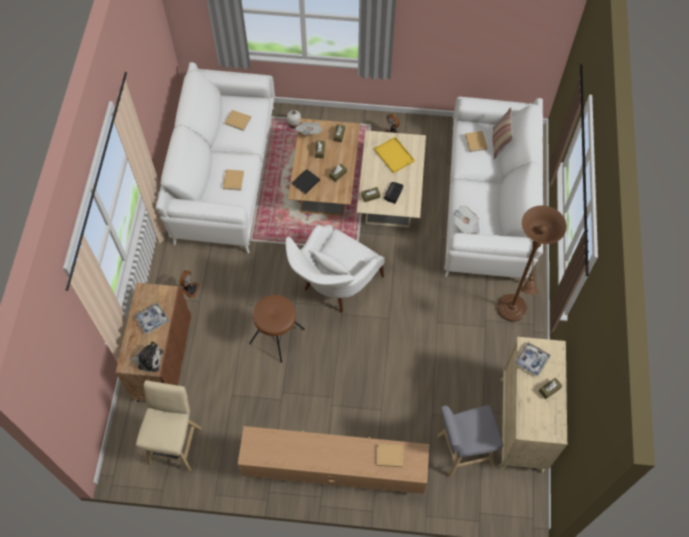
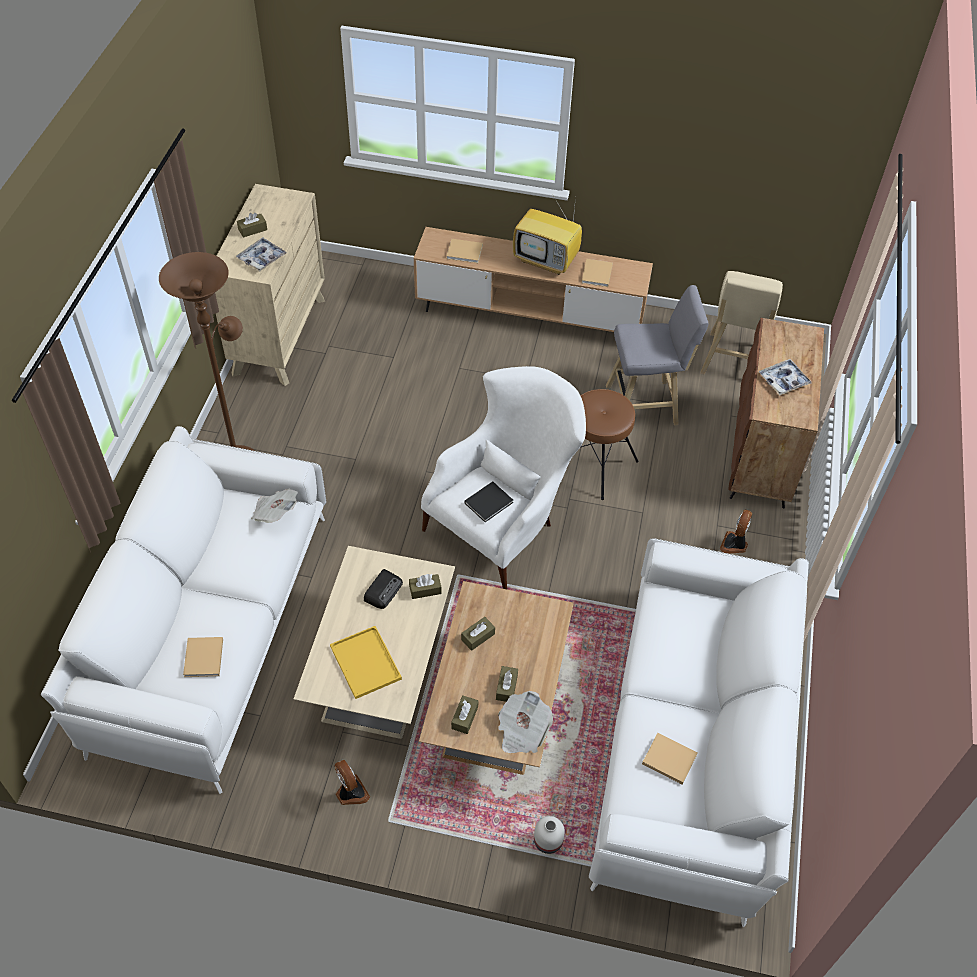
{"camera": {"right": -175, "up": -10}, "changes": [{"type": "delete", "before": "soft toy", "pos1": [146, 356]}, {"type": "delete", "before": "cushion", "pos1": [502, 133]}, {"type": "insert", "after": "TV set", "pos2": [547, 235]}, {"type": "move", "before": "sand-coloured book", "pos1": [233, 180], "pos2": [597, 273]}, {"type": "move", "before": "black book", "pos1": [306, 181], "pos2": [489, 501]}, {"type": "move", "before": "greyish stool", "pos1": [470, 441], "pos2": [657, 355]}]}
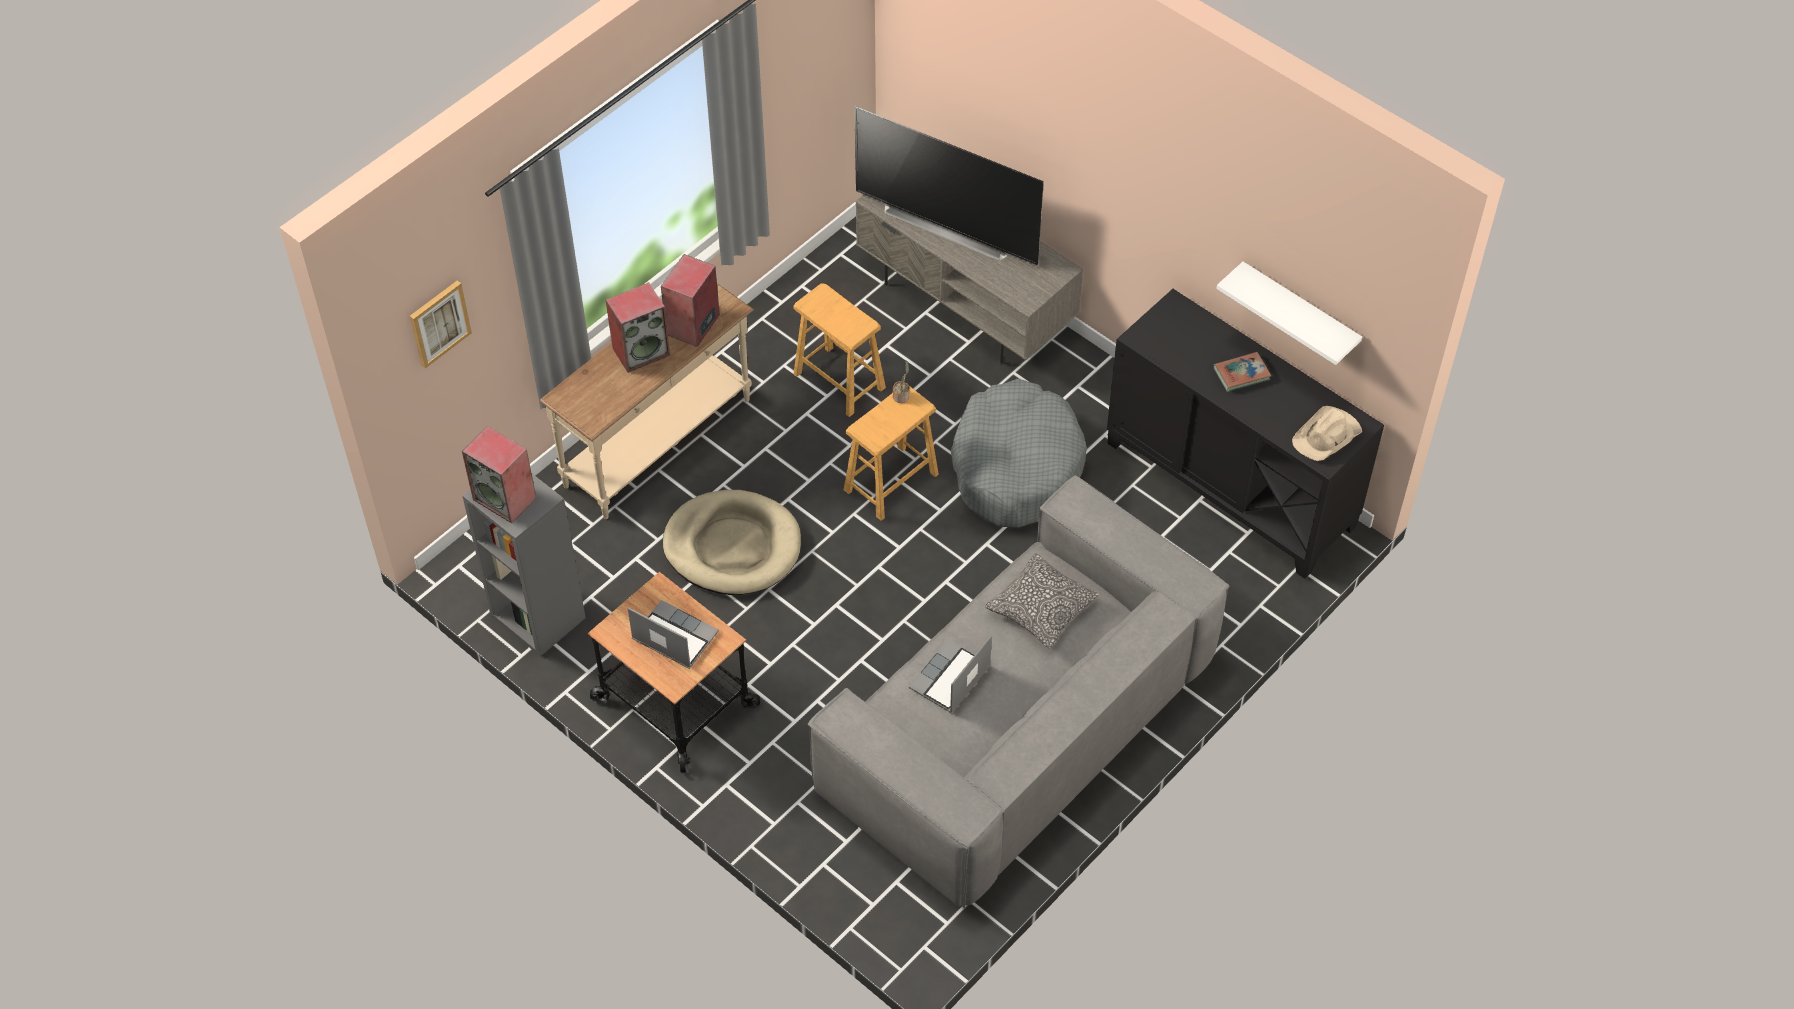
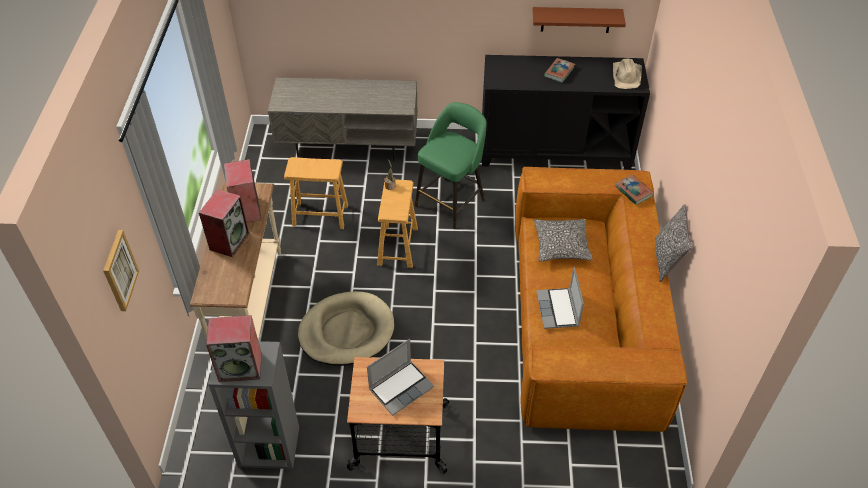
{"camera": {"right": -40, "up": -5}, "changes": [{"type": "delete", "before": "TV set", "pos1": [949, 185]}, {"type": "insert", "after": "book", "pos2": [634, 190]}, {"type": "insert", "after": "cushion", "pos2": [673, 243]}, {"type": "replace", "before": "greyish pet bed", "after": "green stool", "pos1": [1019, 453], "pos2": [451, 165]}, {"type": "recolor", "before": "greyish couch", "after": "brownish couch", "pos1": [1018, 692], "pos2": [601, 299]}, {"type": "recolor", "before": "white shelf", "after": "brownish shelf", "pos1": [1289, 313], "pos2": [579, 20]}, {"type": "rotate", "before": "portable computer", "pos1": [673, 634], "pos2": [400, 377], "turn": 150}]}
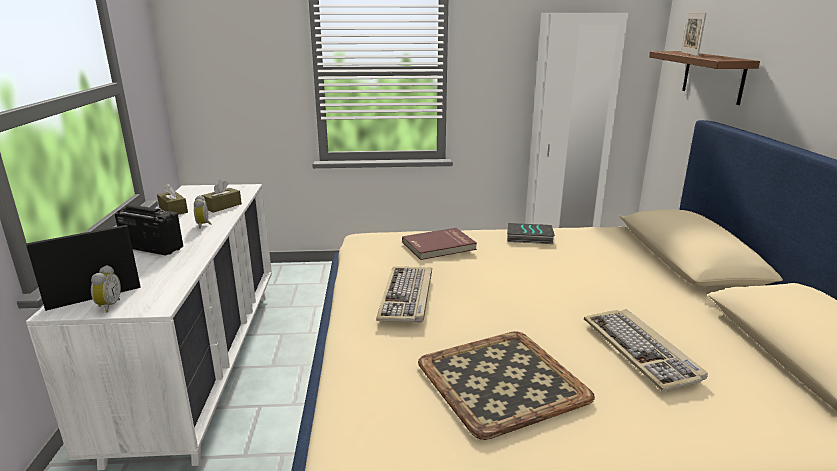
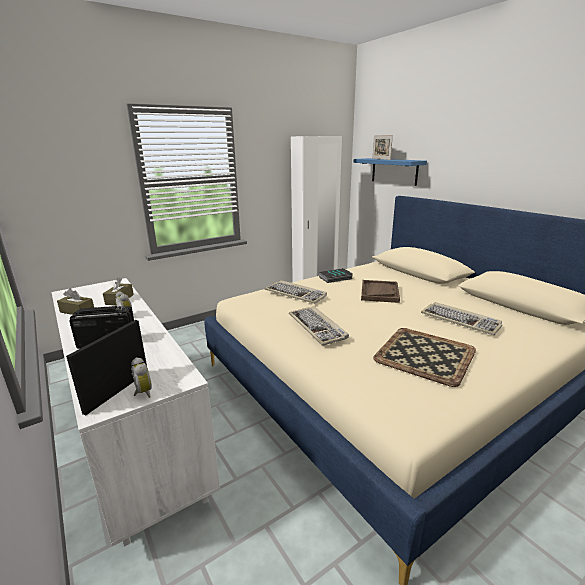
{"camera": {"right": -30, "up": 0}, "changes": [{"type": "insert", "after": "brownish carrying tray", "pos2": [380, 291]}, {"type": "replace", "before": "red-coloured book", "after": "keyboard", "pos1": [439, 244], "pos2": [296, 292]}, {"type": "recolor", "before": "brownish shelf", "after": "blue shelf", "pos1": [704, 78], "pos2": [390, 172]}]}
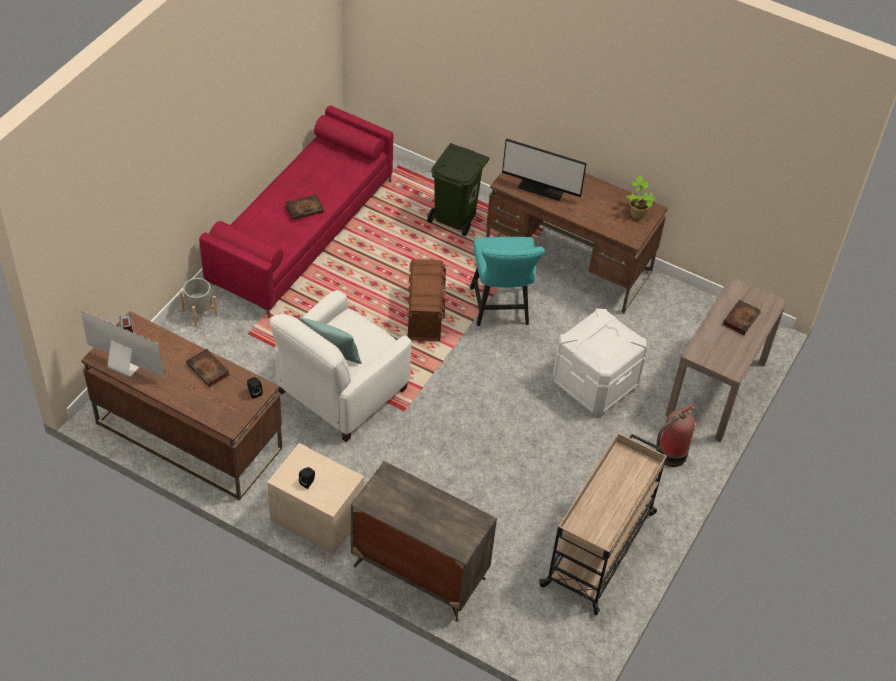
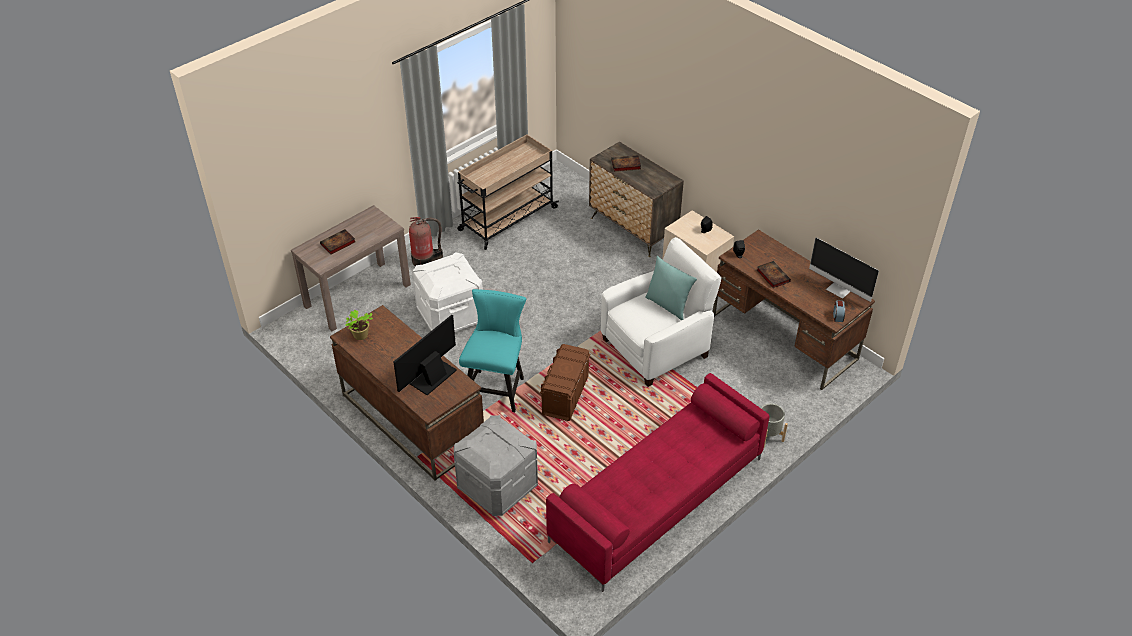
{"camera": {"right": -160, "up": -5}, "changes": [{"type": "move", "before": "book", "pos1": [304, 207], "pos2": [626, 163]}, {"type": "replace", "before": "green waste bin", "after": "greyish storage box", "pos1": [458, 189], "pos2": [496, 465]}, {"type": "rotate", "before": "monitor", "pos1": [544, 169], "pos2": [425, 355], "turn": -90}]}
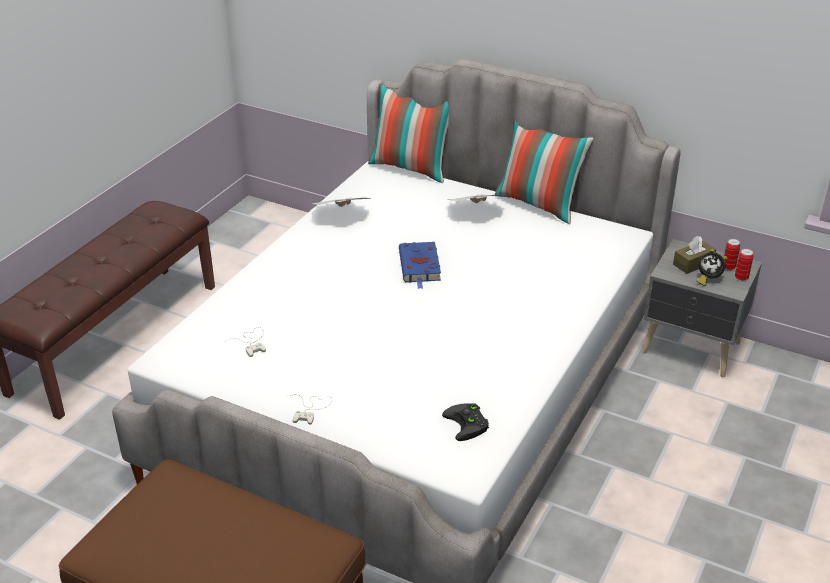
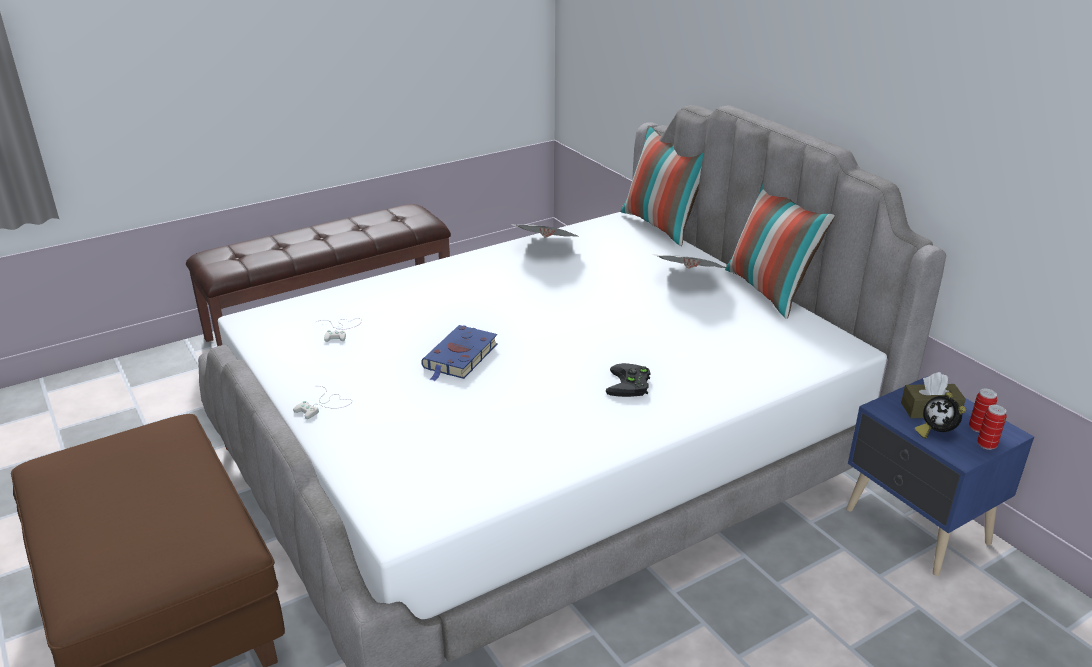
{"camera": {"right": 30, "up": -5}, "changes": [{"type": "move", "before": "blue book", "pos1": [420, 265], "pos2": [459, 353]}, {"type": "move", "before": "black gamepad", "pos1": [465, 422], "pos2": [628, 380]}, {"type": "recolor", "before": "greyish bedside table", "after": "blue bedside table", "pos1": [702, 308], "pos2": [940, 476]}]}
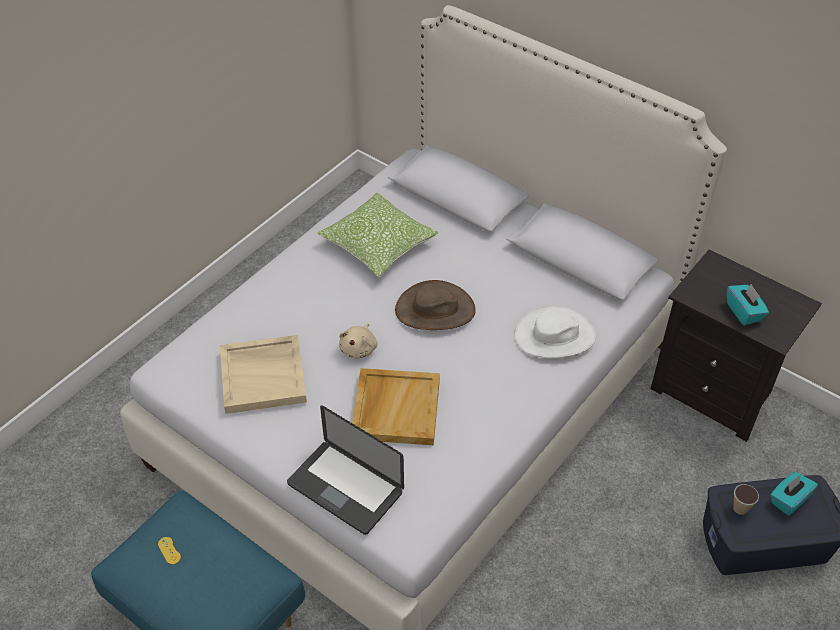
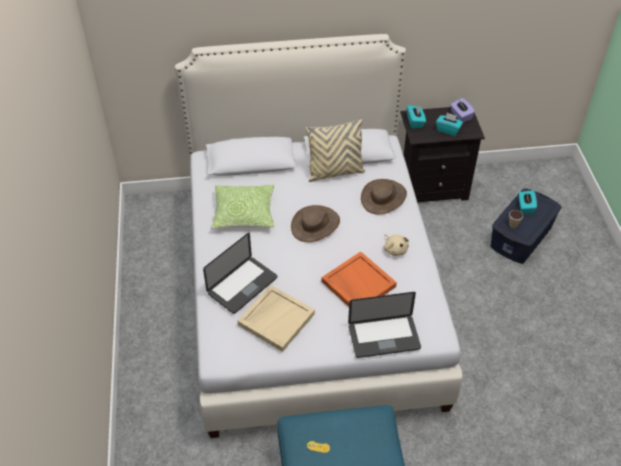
{"camera": {"right": -45, "up": 0}, "changes": [{"type": "insert", "after": "portable computer", "pos2": [240, 273]}, {"type": "insert", "after": "sand-coloured cushion", "pos2": [335, 150]}, {"type": "insert", "after": "turquoise-coloured tissue box", "pos2": [416, 117]}, {"type": "insert", "after": "purple tissue box", "pos2": [462, 110]}, {"type": "move", "before": "sand-coloured soft toy", "pos1": [358, 341], "pos2": [396, 245]}, {"type": "recolor", "before": "sand-coloured carrying tray", "after": "orange-coloured carrying tray", "pos1": [396, 406], "pos2": [359, 279]}, {"type": "recolor", "before": "white hat", "after": "brownish hat", "pos1": [555, 331], "pos2": [384, 196]}]}
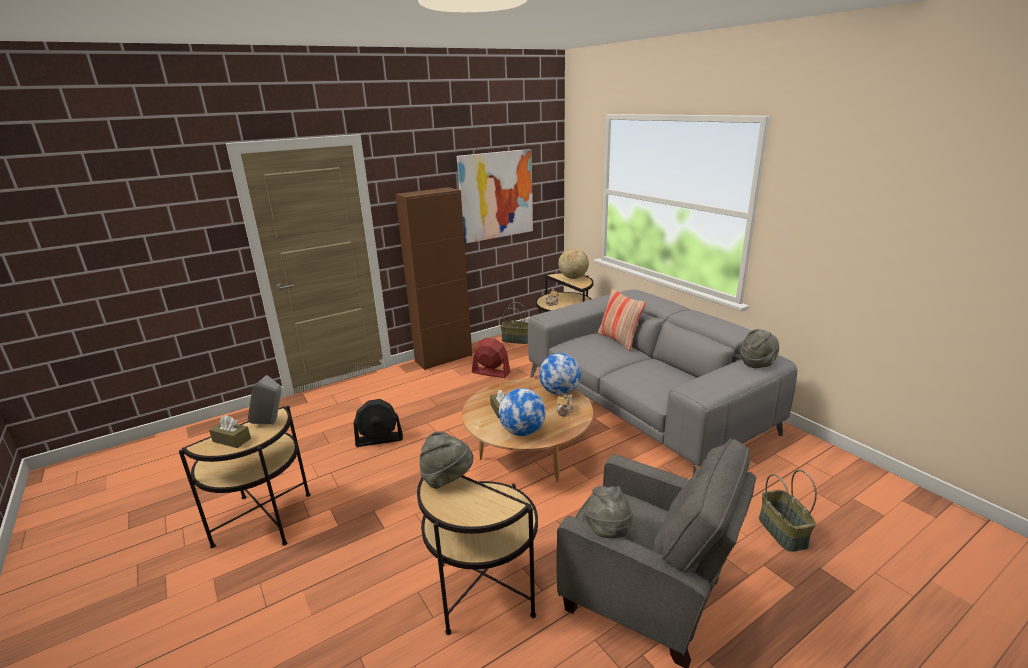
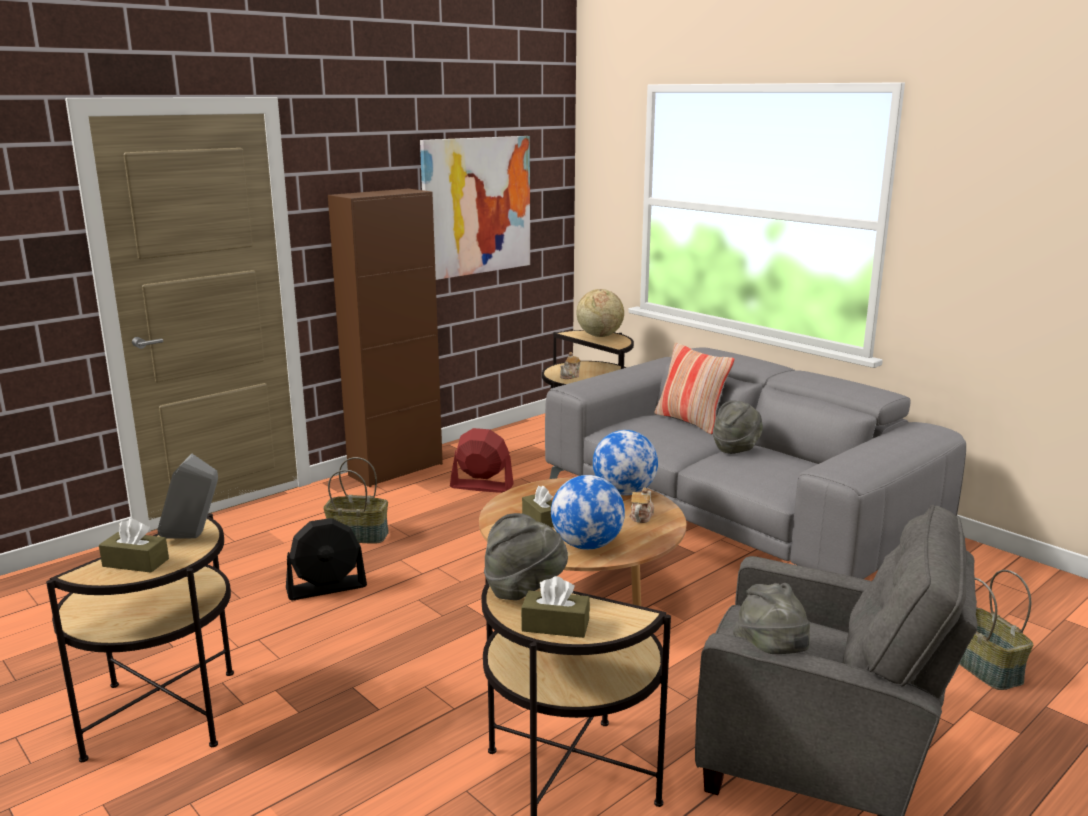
{"camera": {"right": -10, "up": -5}, "changes": [{"type": "insert", "after": "brownish tissue box", "pos2": [555, 607]}, {"type": "move", "before": "basket", "pos1": [514, 323], "pos2": [356, 500]}, {"type": "move", "before": "greyish hat", "pos1": [759, 348], "pos2": [738, 427]}]}
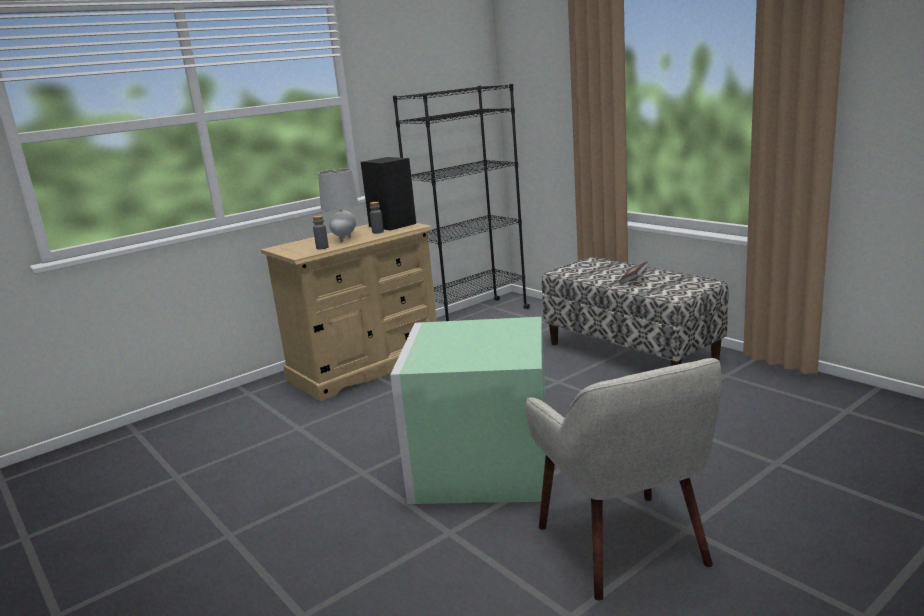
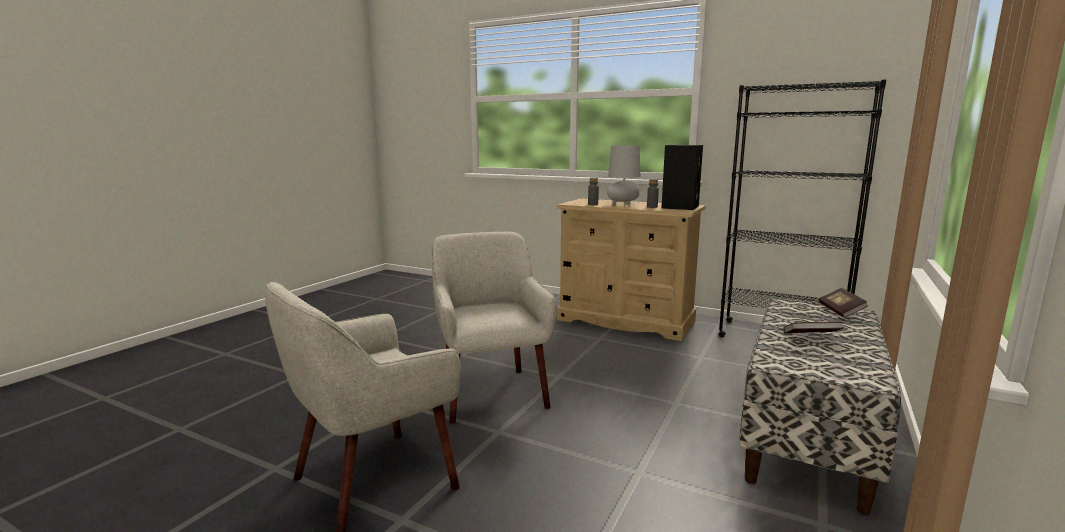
{"camera": {"right": 65, "up": -5}, "changes": [{"type": "insert", "after": "book", "pos2": [843, 303]}, {"type": "replace", "before": "green storage box", "after": "sand-coloured armchair", "pos1": [468, 410], "pos2": [494, 328]}]}
